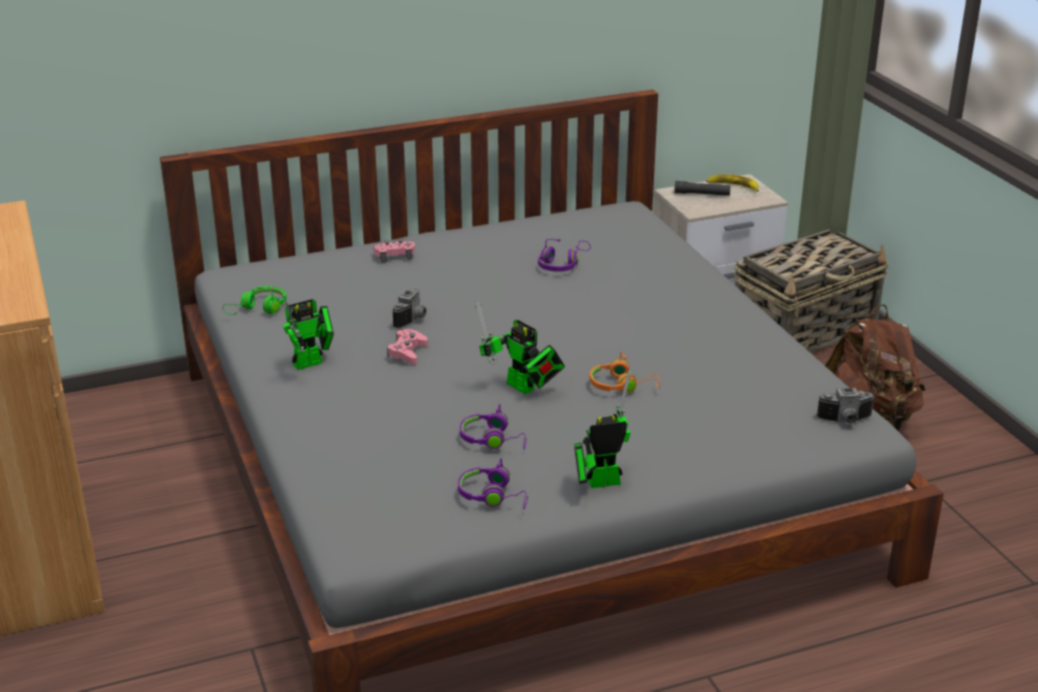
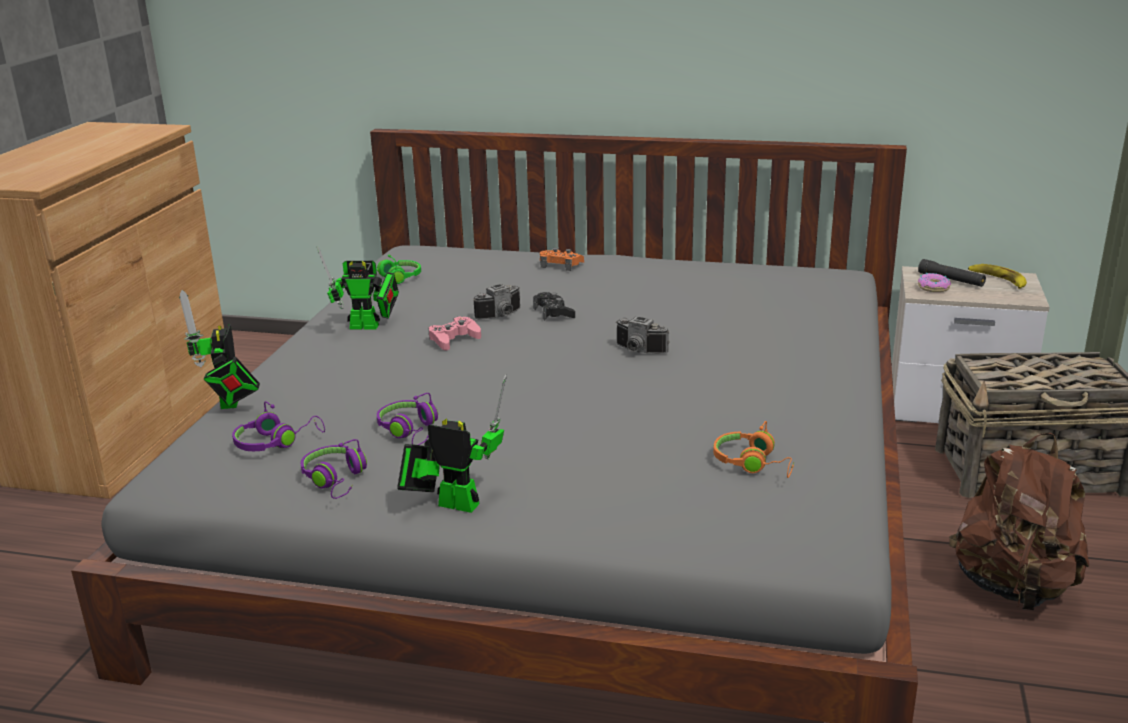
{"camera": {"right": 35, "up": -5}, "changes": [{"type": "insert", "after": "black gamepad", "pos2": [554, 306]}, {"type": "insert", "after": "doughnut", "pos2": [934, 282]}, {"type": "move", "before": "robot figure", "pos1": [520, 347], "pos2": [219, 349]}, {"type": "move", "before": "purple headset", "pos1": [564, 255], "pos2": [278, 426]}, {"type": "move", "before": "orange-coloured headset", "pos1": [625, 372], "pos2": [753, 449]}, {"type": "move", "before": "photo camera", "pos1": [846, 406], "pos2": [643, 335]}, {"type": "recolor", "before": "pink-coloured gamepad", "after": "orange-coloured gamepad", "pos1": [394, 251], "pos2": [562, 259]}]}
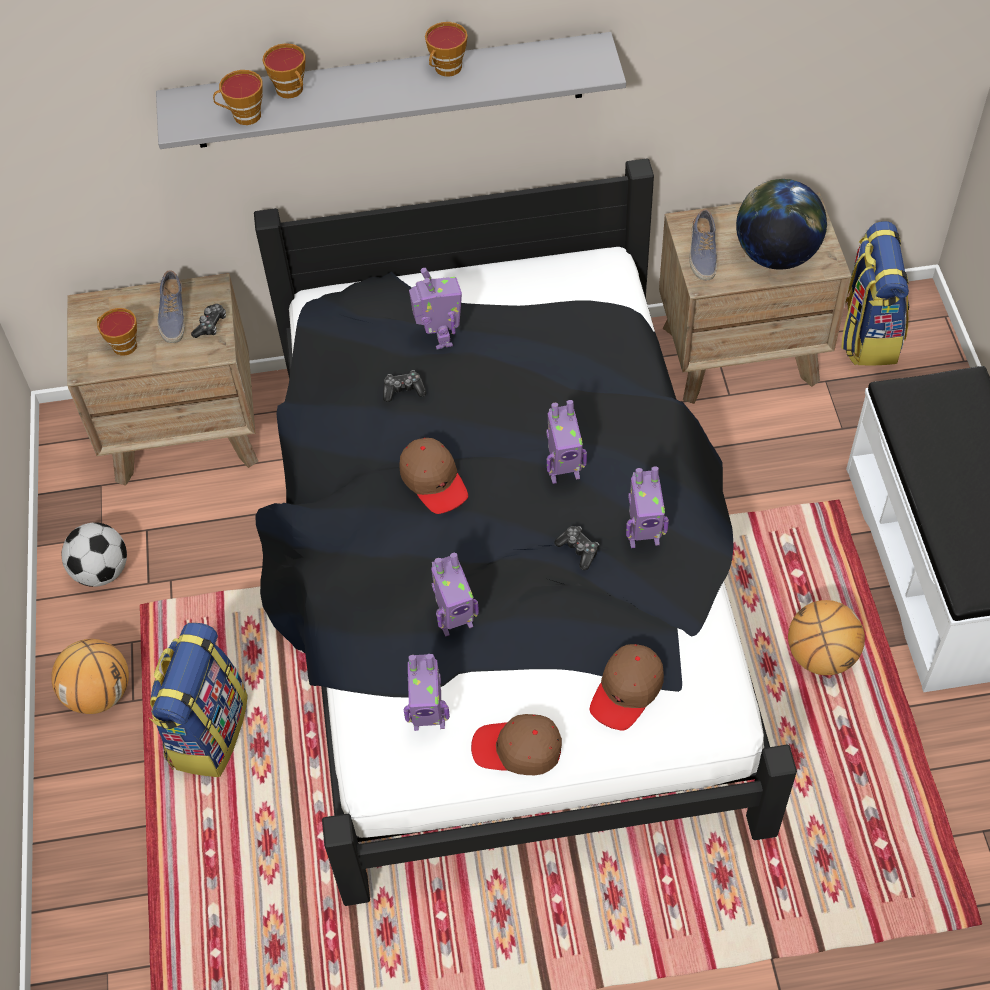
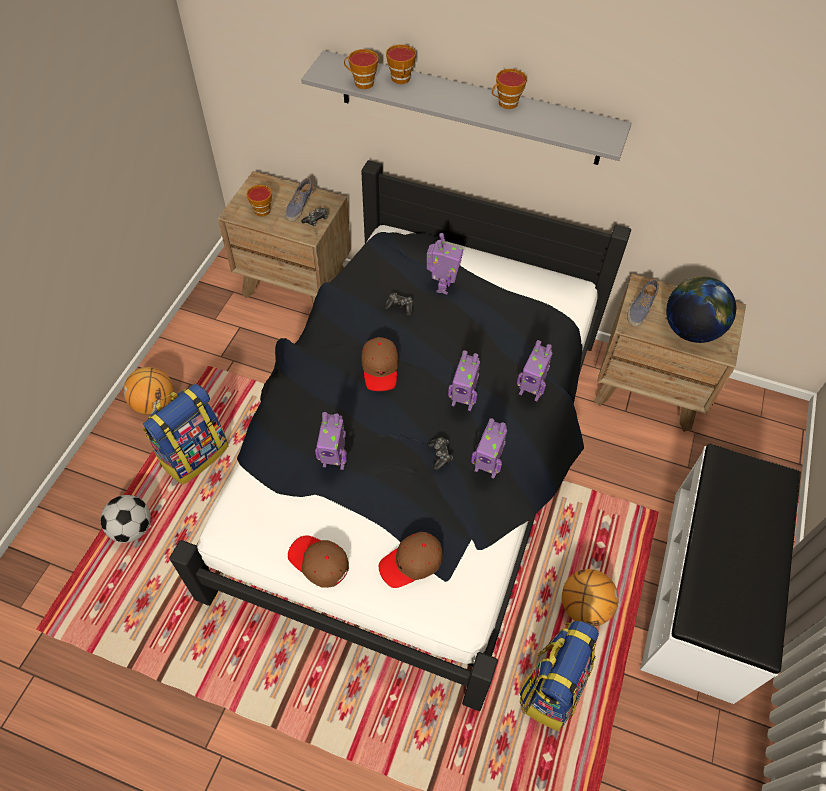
{"camera": {"right": 25, "up": 0}, "changes": [{"type": "move", "before": "football ball", "pos1": [94, 554], "pos2": [126, 519]}, {"type": "move", "before": "robot figure", "pos1": [426, 692], "pos2": [534, 371]}, {"type": "move", "before": "rucksack", "pos1": [875, 293], "pos2": [559, 676]}]}
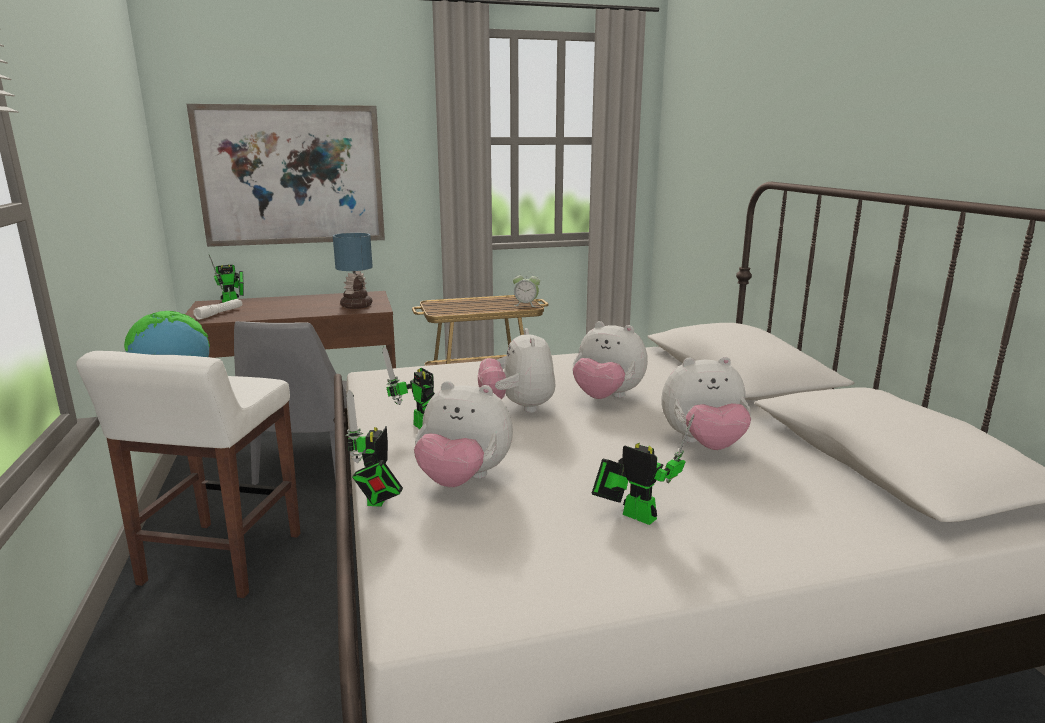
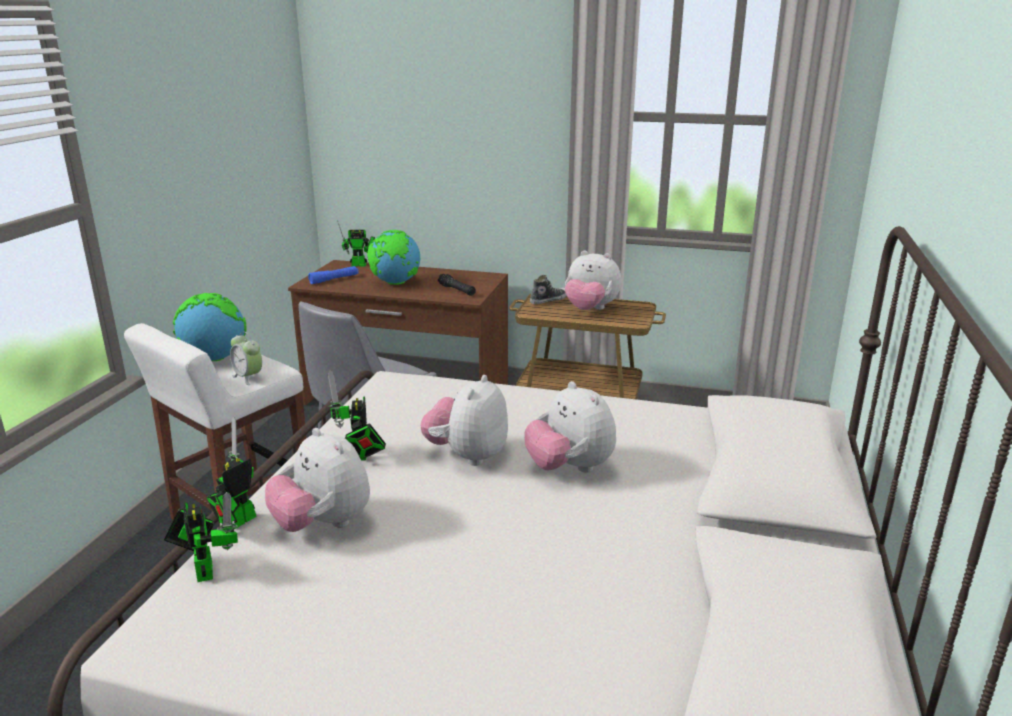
{"camera": {"right": 30, "up": 5}, "changes": [{"type": "delete", "before": "picture", "pos1": [286, 175]}, {"type": "insert", "after": "globe", "pos2": [393, 257]}, {"type": "insert", "after": "item of footwear", "pos2": [548, 289]}, {"type": "move", "before": "alarm clock", "pos1": [526, 289], "pos2": [246, 358]}, {"type": "move", "before": "robot figure", "pos1": [643, 469], "pos2": [201, 537]}, {"type": "move", "before": "soft toy", "pos1": [706, 403], "pos2": [593, 280]}, {"type": "replace", "before": "lamp for a table", "after": "black hand torch", "pos1": [353, 271], "pos2": [457, 285]}, {"type": "recolor", "before": "white hand torch", "after": "blue hand torch", "pos1": [217, 309], "pos2": [333, 275]}]}
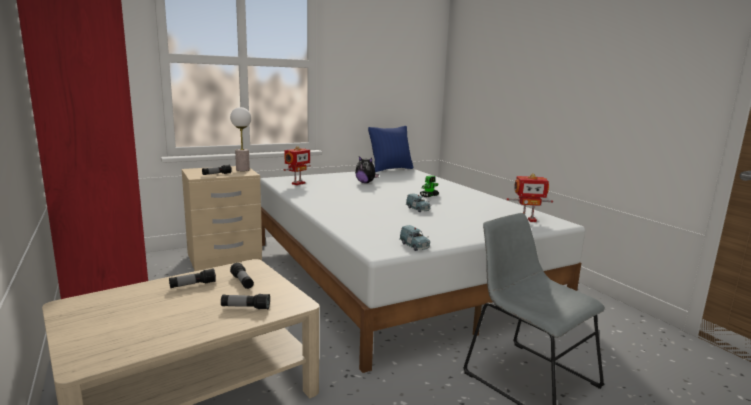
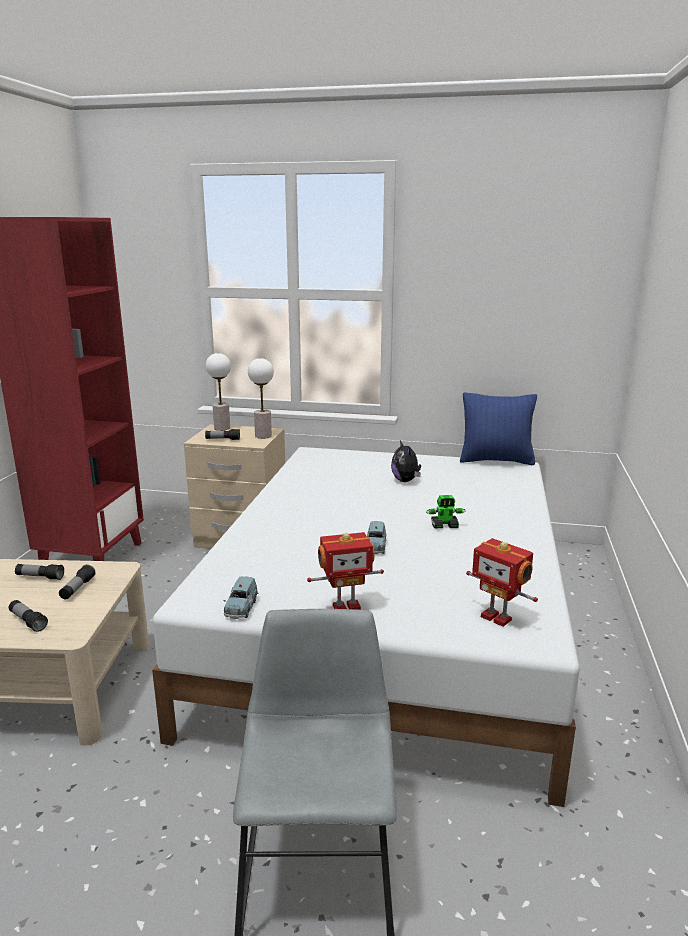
{"camera": {"right": 40, "up": 5}, "changes": [{"type": "insert", "after": "lamp for a table", "pos2": [218, 392]}, {"type": "move", "before": "robot figure", "pos1": [297, 165], "pos2": [345, 571]}]}
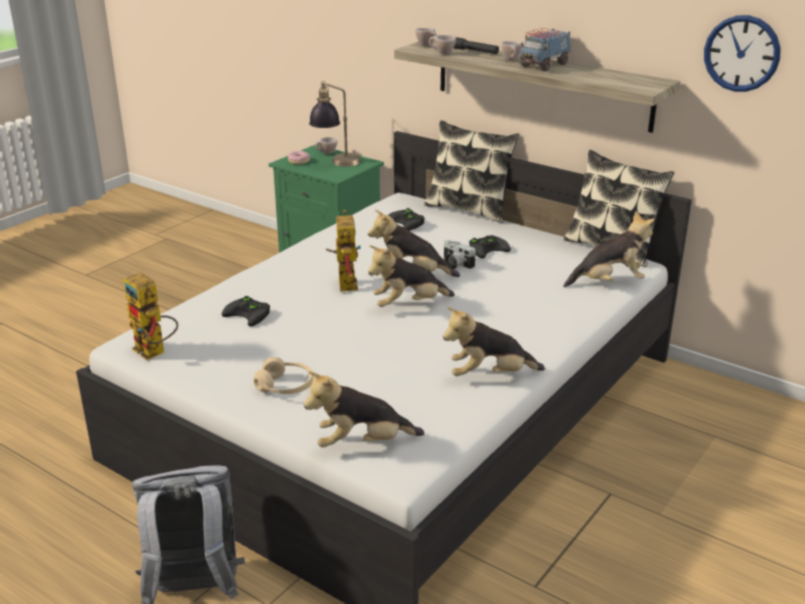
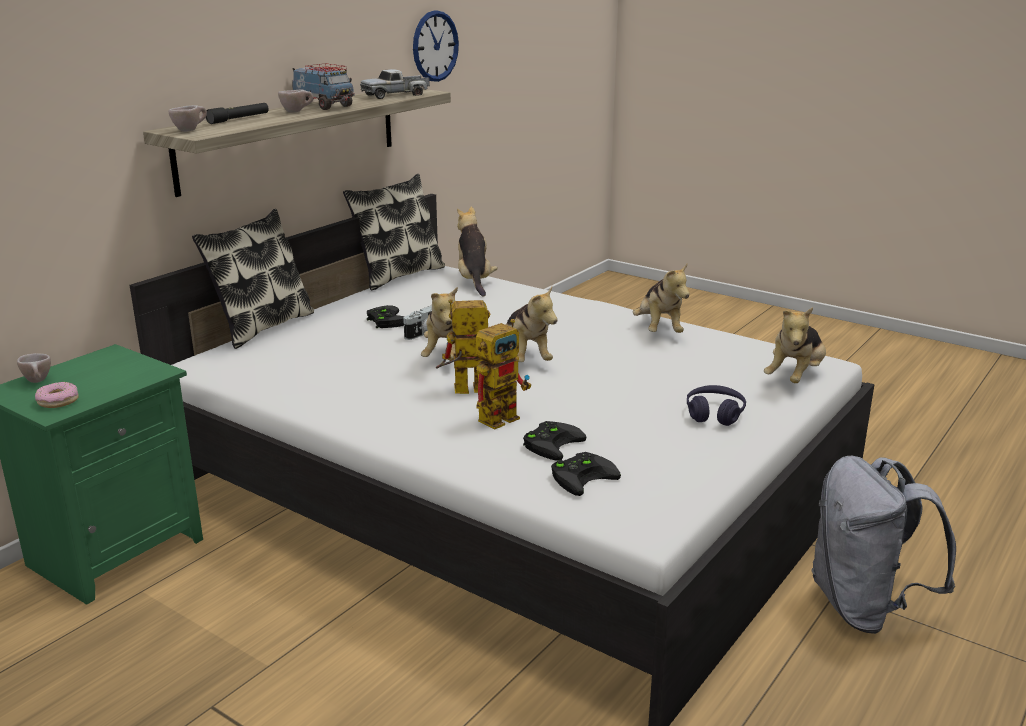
{"camera": {"right": -90, "up": -5}, "changes": [{"type": "delete", "before": "lamp for a table", "pos1": [335, 124]}, {"type": "delete", "before": "sand-coloured small cup", "pos1": [442, 45]}, {"type": "insert", "after": "toy lorry", "pos2": [395, 84]}, {"type": "move", "before": "robot figure", "pos1": [150, 316], "pos2": [504, 374]}, {"type": "move", "before": "black gamepad", "pos1": [406, 219], "pos2": [586, 474]}, {"type": "recolor", "before": "sand-coloured headset", "after": "purple headset", "pos1": [283, 375], "pos2": [716, 405]}, {"type": "rotate", "before": "soft toy", "pos1": [364, 409], "pos2": [795, 345], "turn": 45}]}
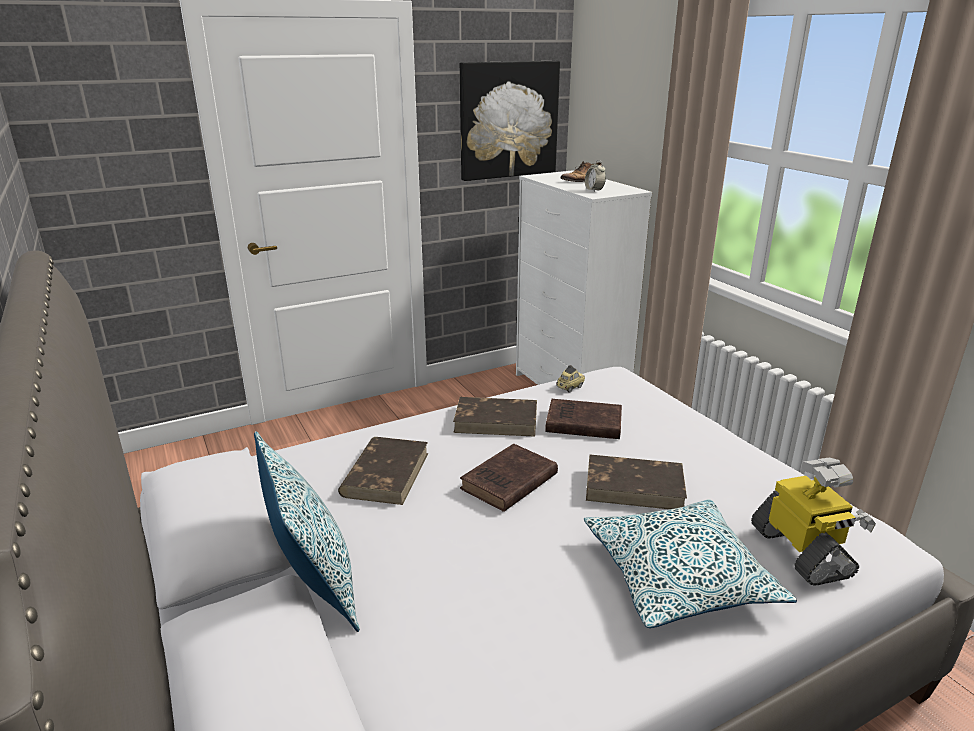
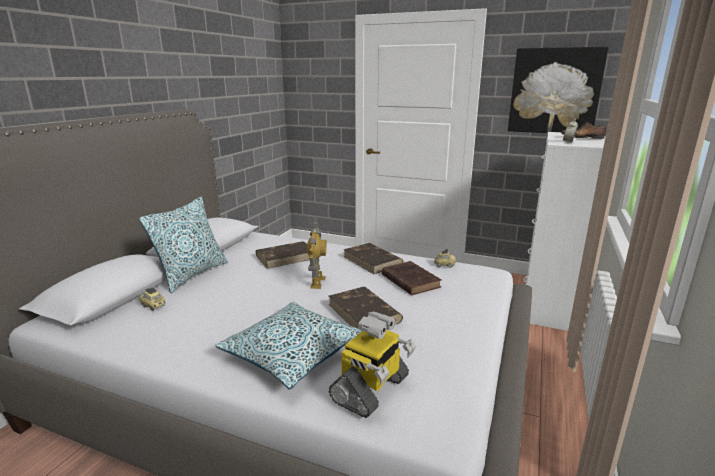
{"camera": {"right": 50, "up": -5}, "changes": [{"type": "insert", "after": "model car", "pos2": [152, 299]}, {"type": "replace", "before": "brownish book", "after": "robot figure", "pos1": [509, 478], "pos2": [317, 255]}]}
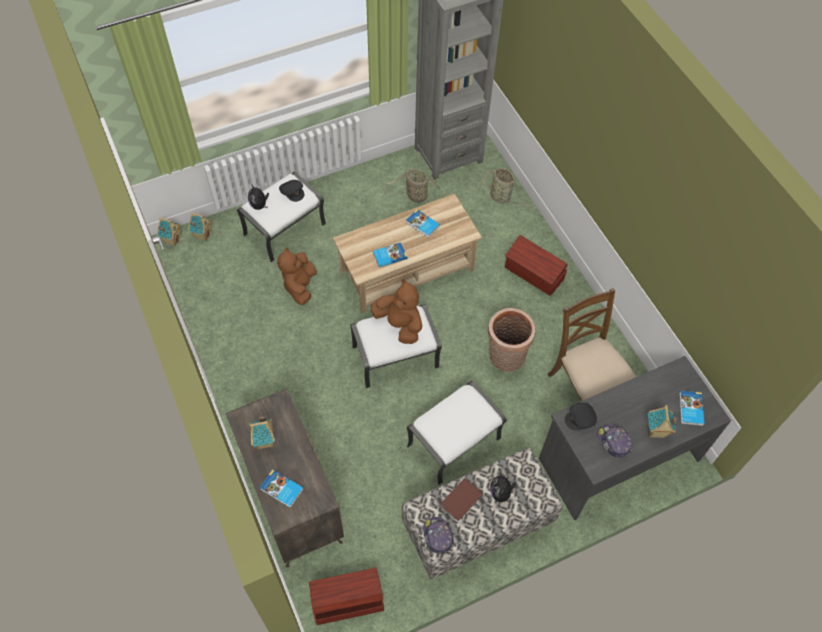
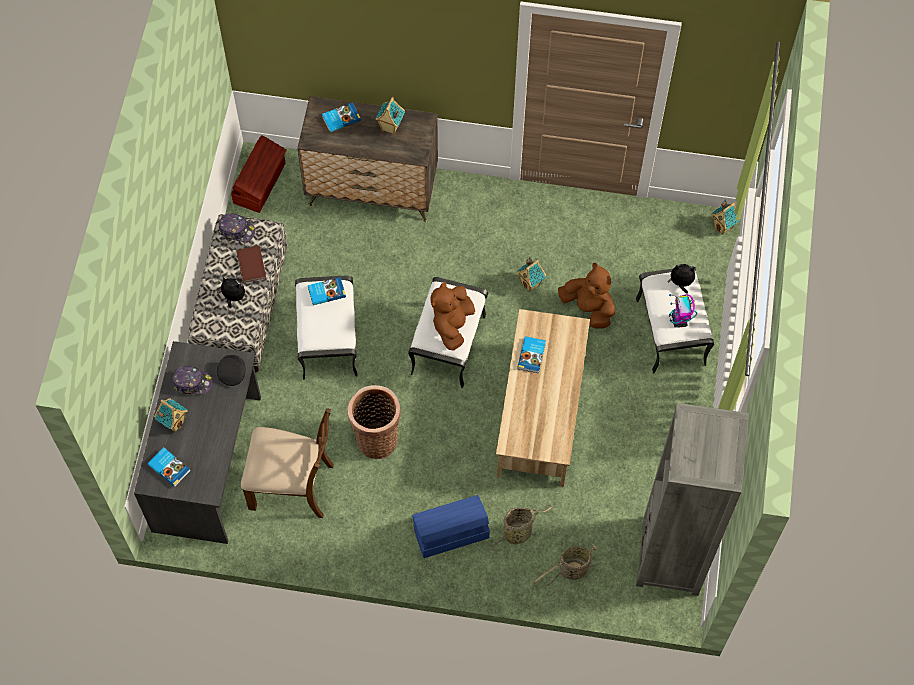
{"camera": {"right": 125, "up": 5}, "changes": [{"type": "move", "before": "toy house", "pos1": [200, 227], "pos2": [531, 274]}, {"type": "move", "before": "basket", "pos1": [412, 186], "pos2": [523, 532]}, {"type": "move", "before": "book", "pos1": [423, 223], "pos2": [327, 291]}, {"type": "replace", "before": "black peaked cap", "after": "robot figure", "pos1": [291, 191], "pos2": [683, 311]}, {"type": "recolor", "before": "brownish storage box", "after": "blue storage box", "pos1": [536, 265], "pos2": [451, 526]}, {"type": "rotate", "before": "brownish soft toy", "pos1": [396, 311], "pos2": [452, 316], "turn": 120}]}
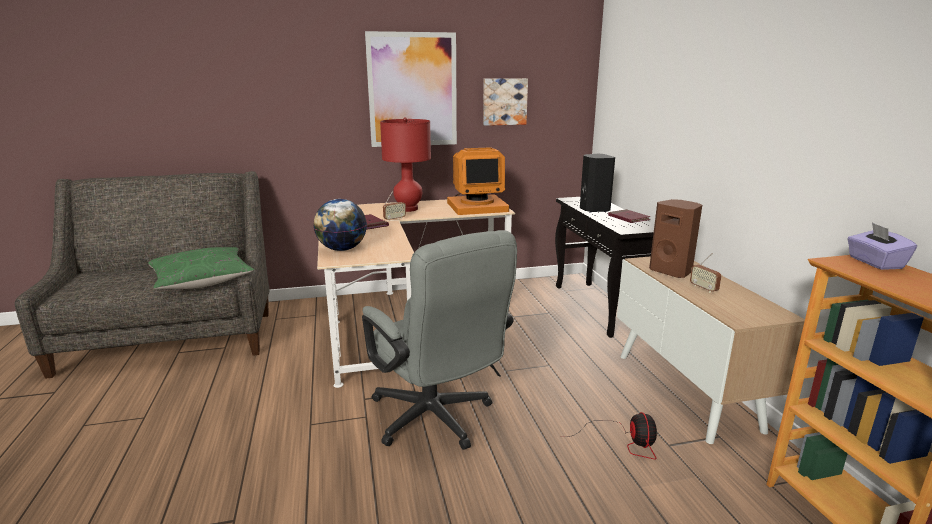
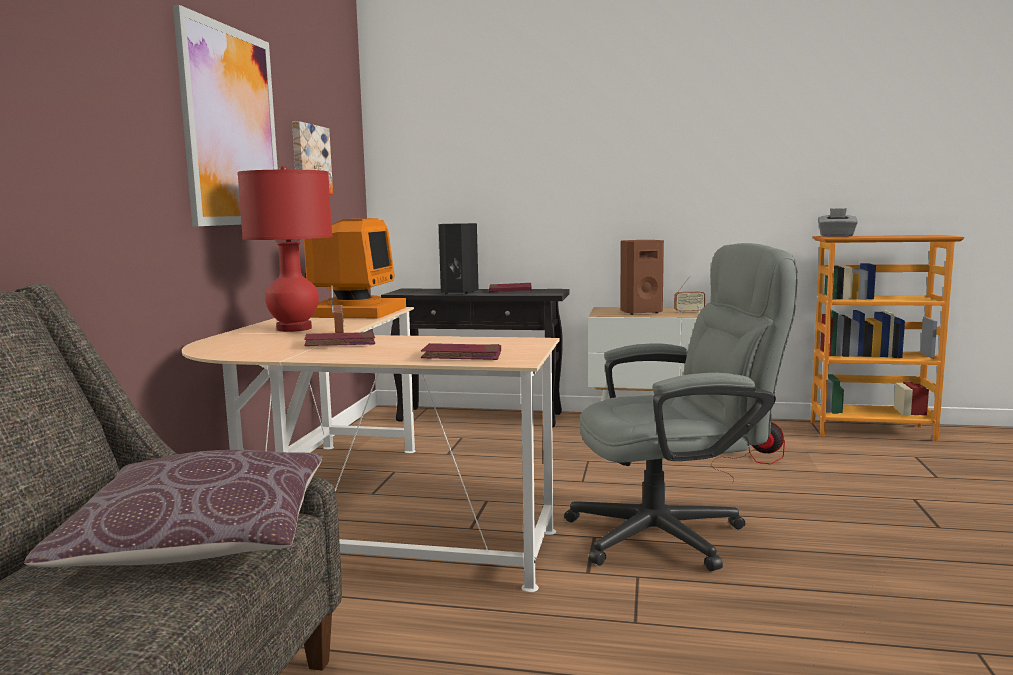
{"camera": {"right": -65, "up": -10}, "changes": [{"type": "replace", "before": "globe", "after": "red-coloured book", "pos1": [340, 225], "pos2": [461, 351]}, {"type": "recolor", "before": "green cushion", "after": "brownish cushion", "pos1": [201, 268], "pos2": [173, 508]}, {"type": "recolor", "before": "purple tissue box", "after": "greyish tissue box", "pos1": [882, 246], "pos2": [838, 222]}]}
